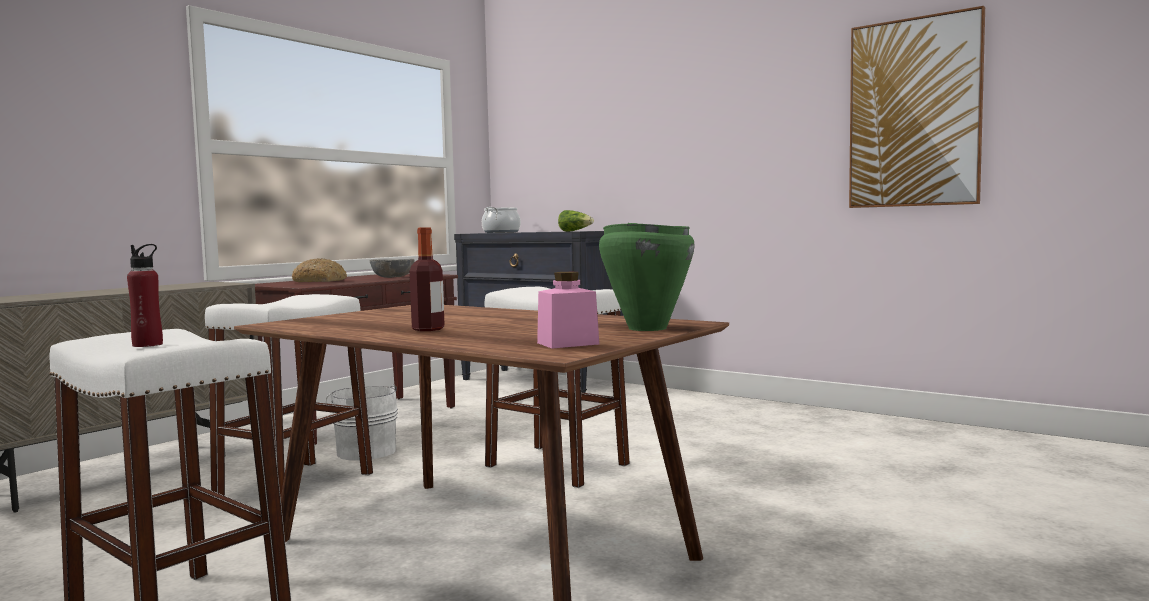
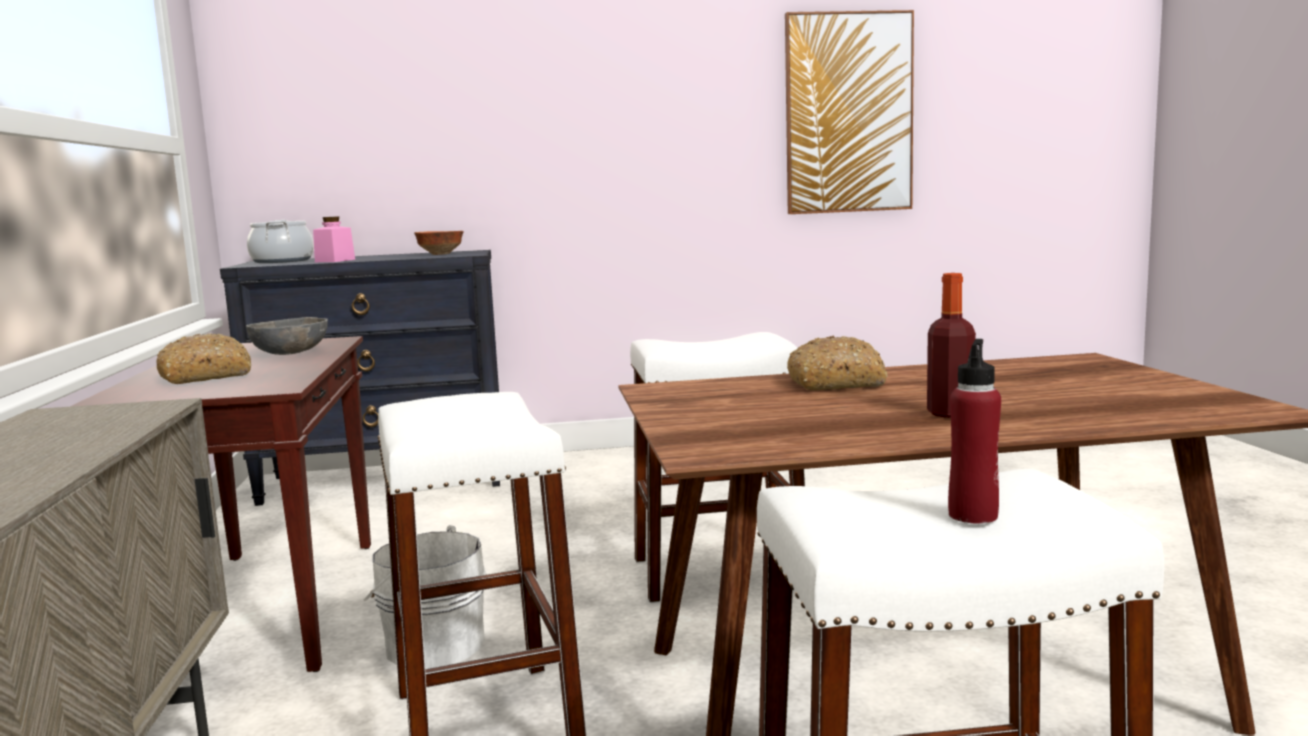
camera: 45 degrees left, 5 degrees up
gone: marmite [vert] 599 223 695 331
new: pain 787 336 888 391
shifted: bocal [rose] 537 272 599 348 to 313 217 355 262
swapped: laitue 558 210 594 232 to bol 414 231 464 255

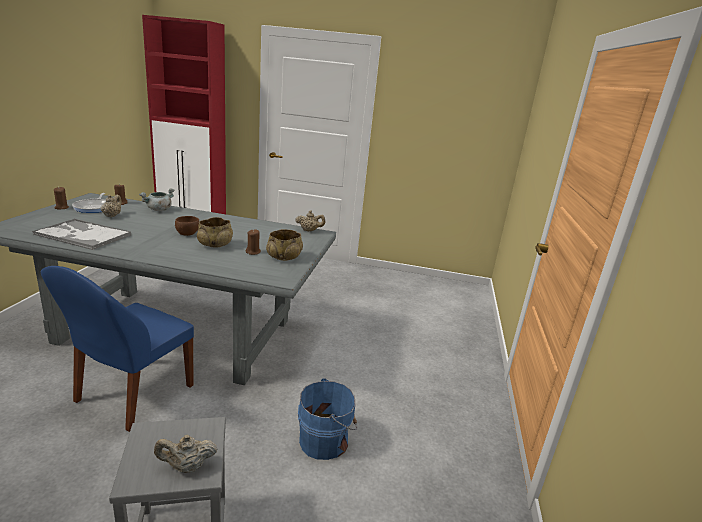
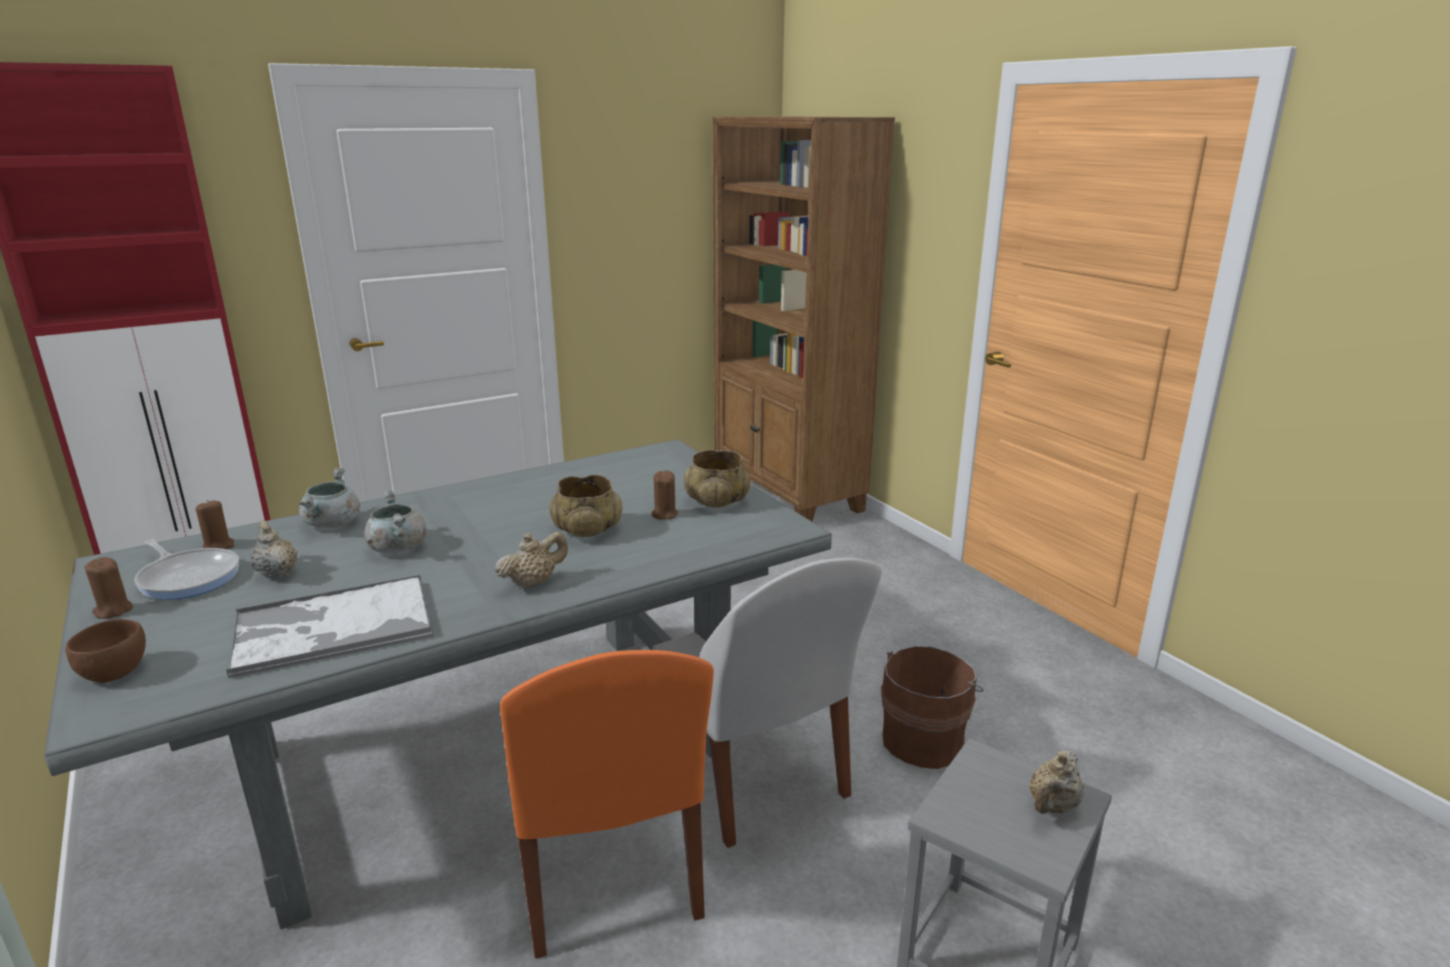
camera: 40 degrees left, 0 degrees up
new: marmite [gris] 364 491 427 554; chaise [blanc] 652 558 882 848; bibliothèque [marron] 713 116 895 522
shifted: bol [marron] 175 216 199 236 to 65 619 146 683; théière [beige] 295 211 325 231 to 495 532 568 589
repainted: chaise [bleu] 41 266 194 432 to chaise [orange] 500 650 714 959; seau [bleu] 298 378 357 460 to seau [marron] 881 646 984 769

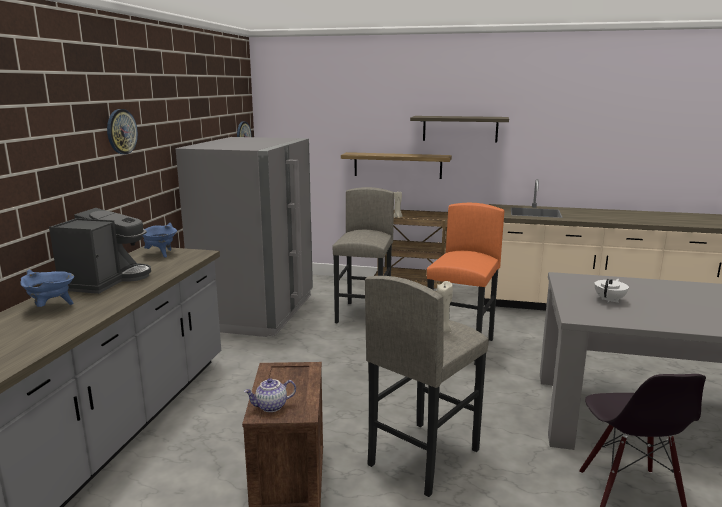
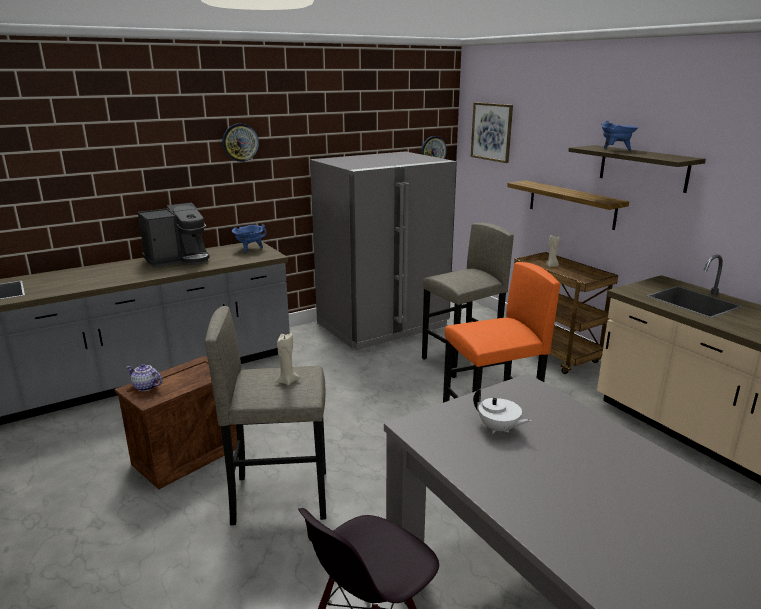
camera: 45 degrees right, 5 degrees up
new: tableau 471 102 513 163
shifted: marmite [bleu] 20 270 74 307 to 601 120 638 151
rotated: théière [blanc] 594 279 629 303 = 473 389 532 434 45 degrees clockwise

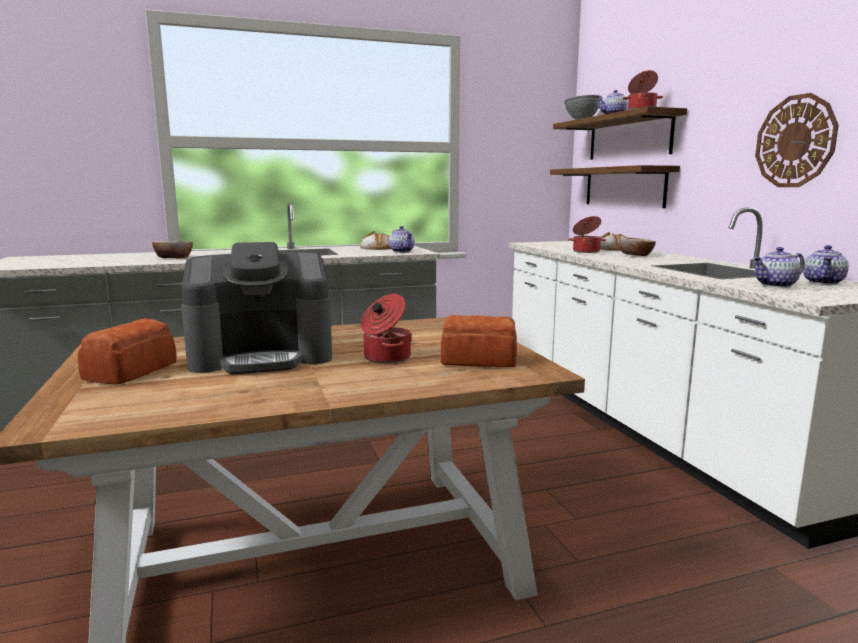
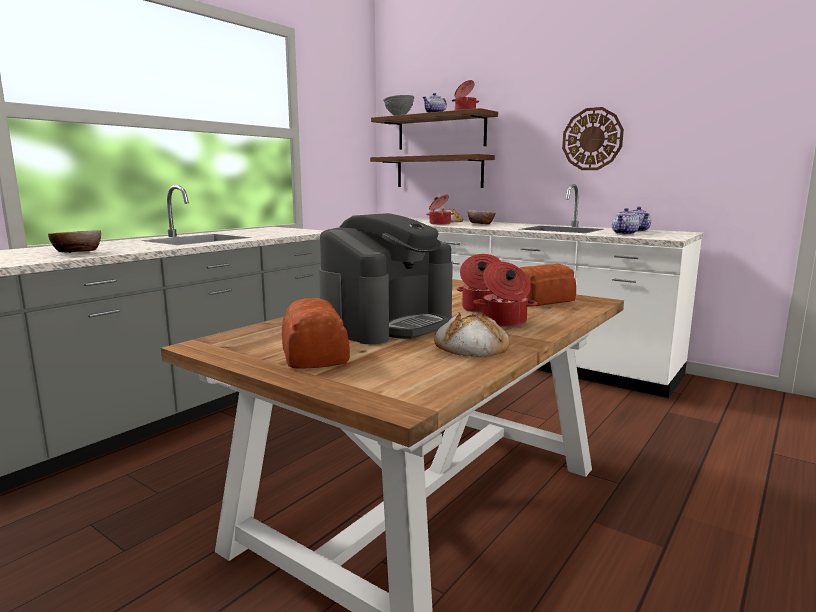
camera: 35 degrees left, 0 degrees up
gone: théière 389 226 415 253
new: marmite 473 261 537 327
shifted: pain 360 231 391 250 to 434 312 510 357

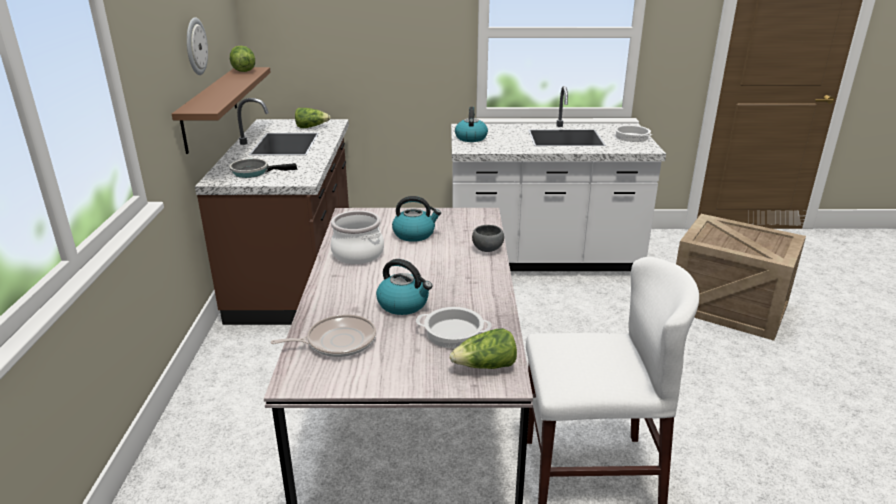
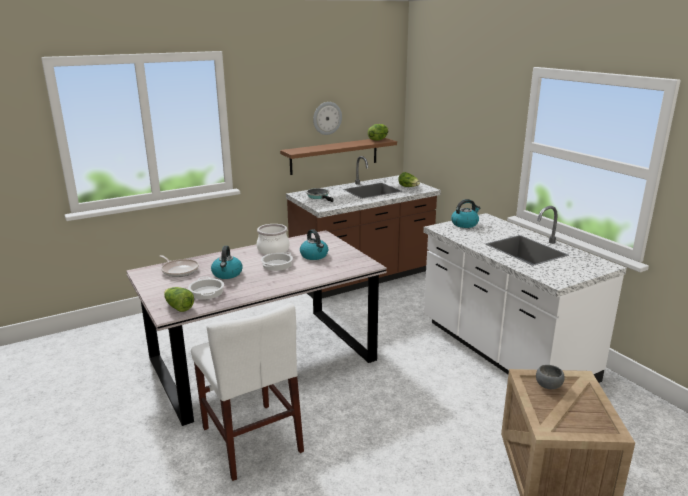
camera: 60 degrees right, 5 degrees down
shifted: bol [gris] 472 225 504 252 to 536 365 565 389; marmite 614 124 652 142 to 261 252 293 271

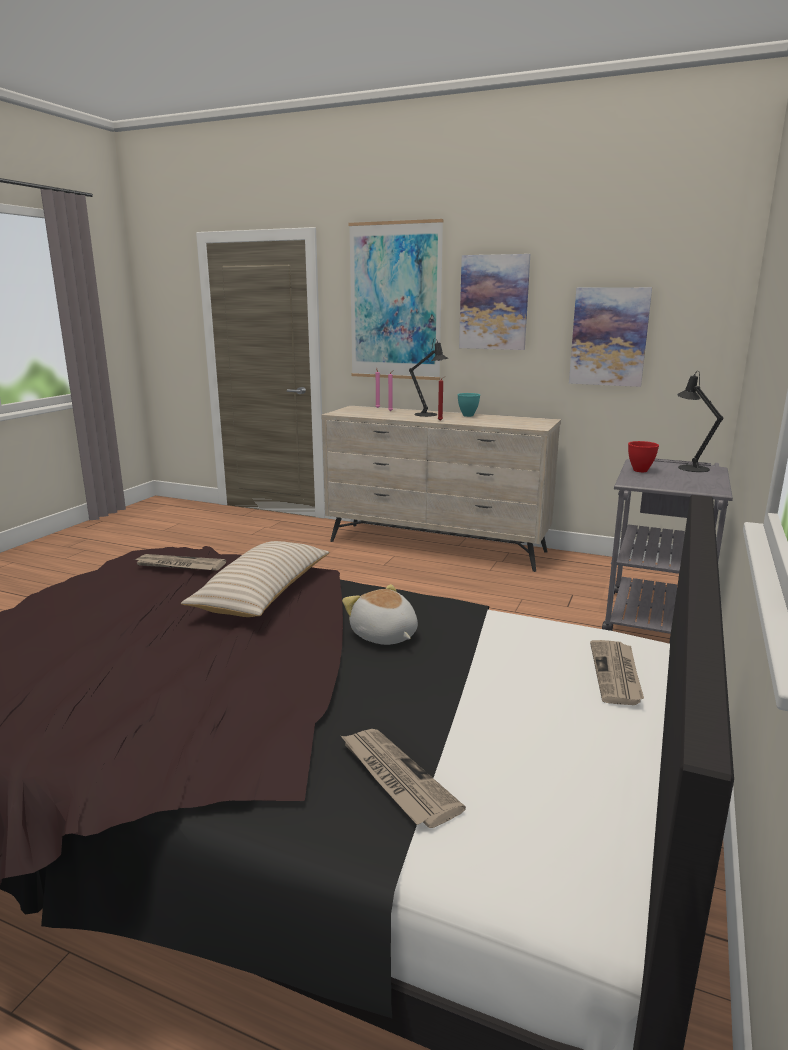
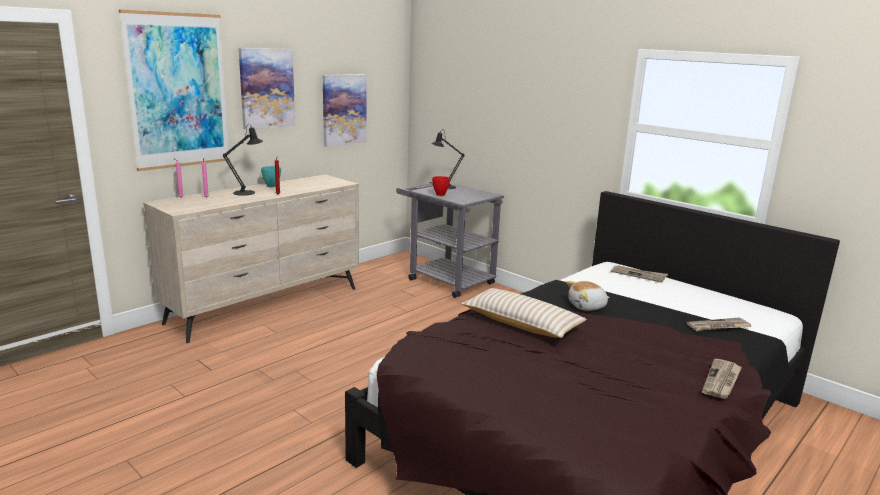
camera: 70 degrees left, 0 degrees up
shifted: journal 133 554 226 571 to 702 359 742 399

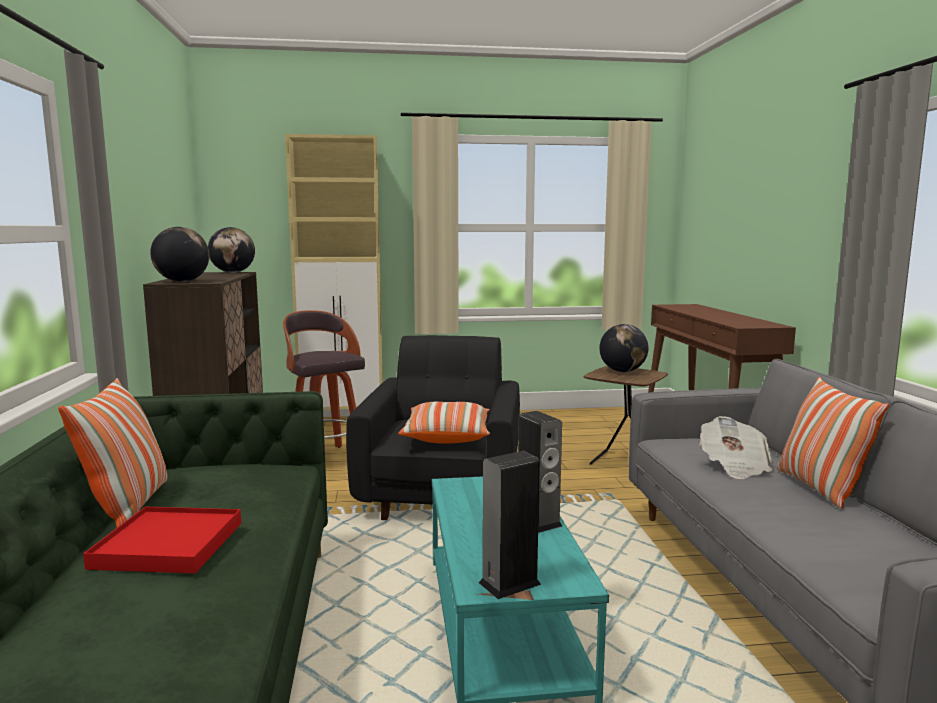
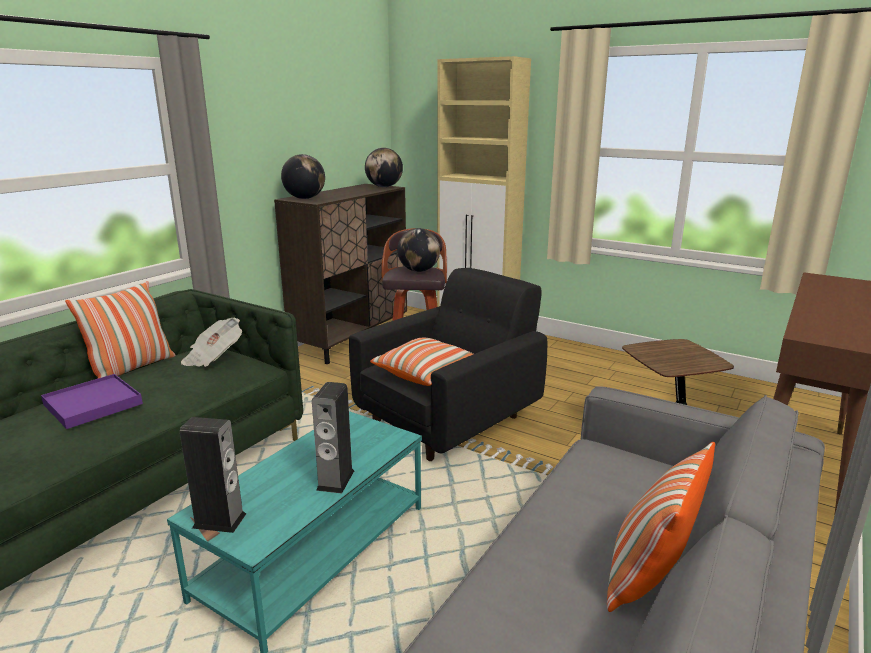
camera: 40 degrees right, 10 degrees up
shifted: globe 599 324 648 372 to 397 228 440 272; journal 699 416 772 479 to 181 318 242 367
repainted: plateau [rouge] 83 507 241 573 to plateau [violet] 41 374 143 429

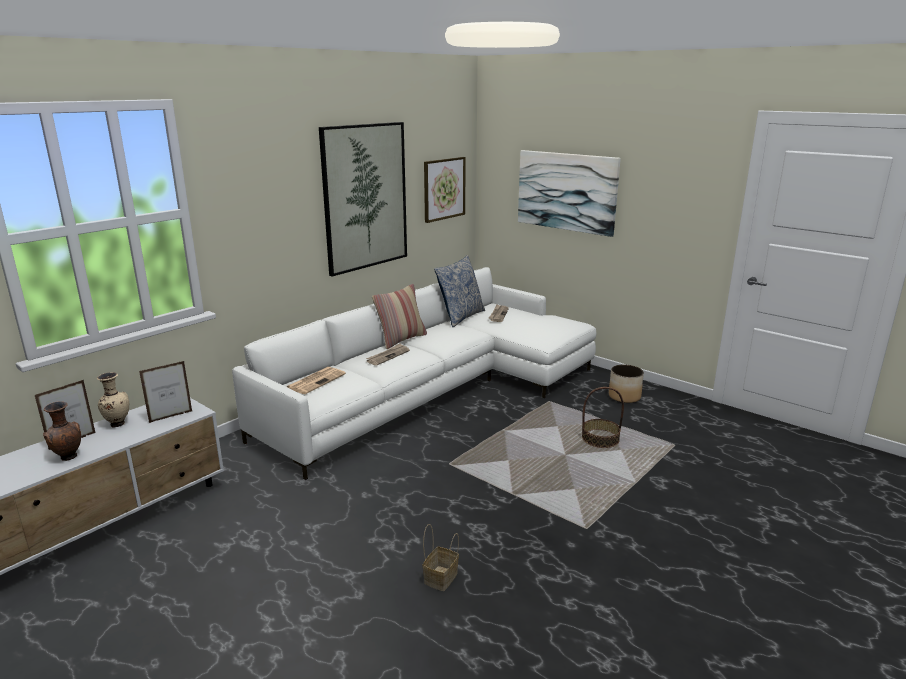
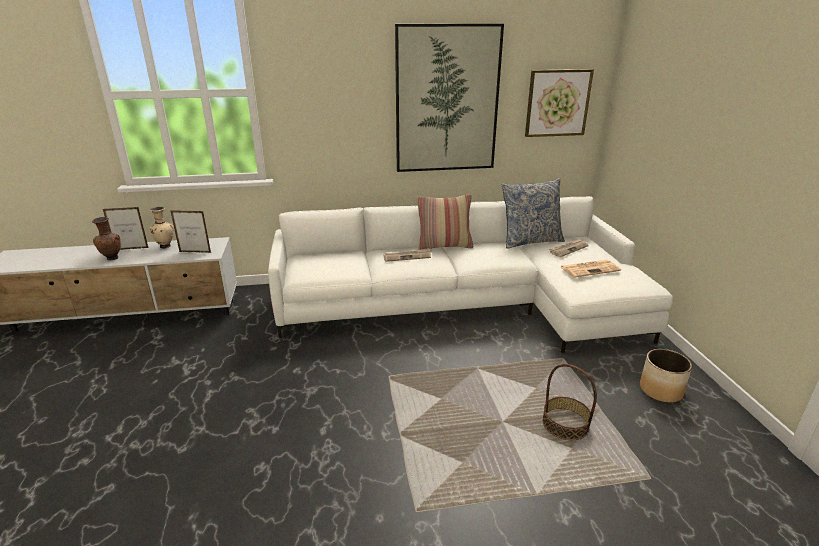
camera: 40 degrees right, 5 degrees up
gone: panier 423 524 459 591; tableau 518 150 621 237
shifted: journal 287 367 346 394 to 561 260 621 278

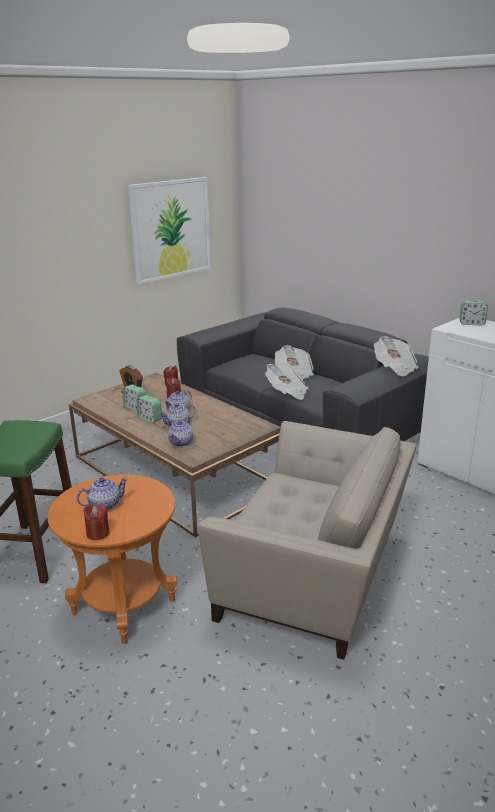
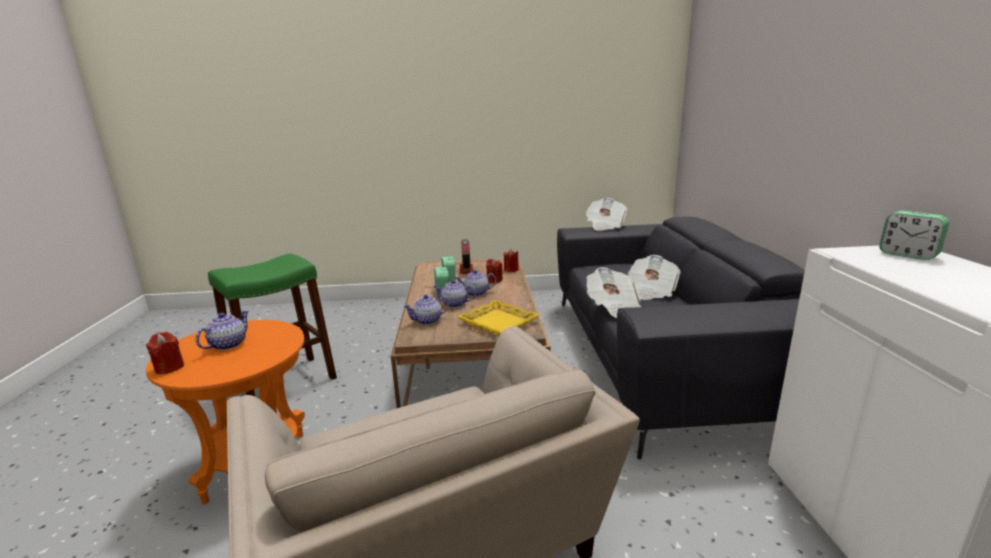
camera: 40 degrees right, 5 degrees down
gone: tableau 128 177 211 284
new: plateau [jaune] 457 300 539 336
shifted: journal 374 336 419 377 to 585 198 628 231
rotated: théière 77 477 129 510 = 196 310 249 350 75 degrees counterclockwise

